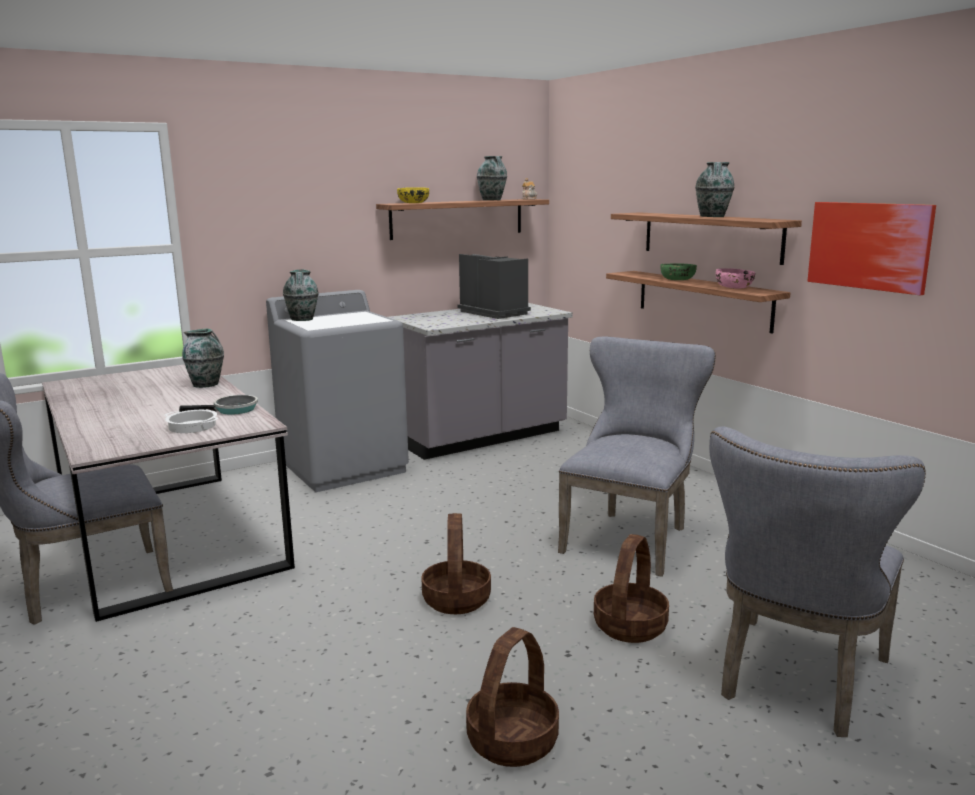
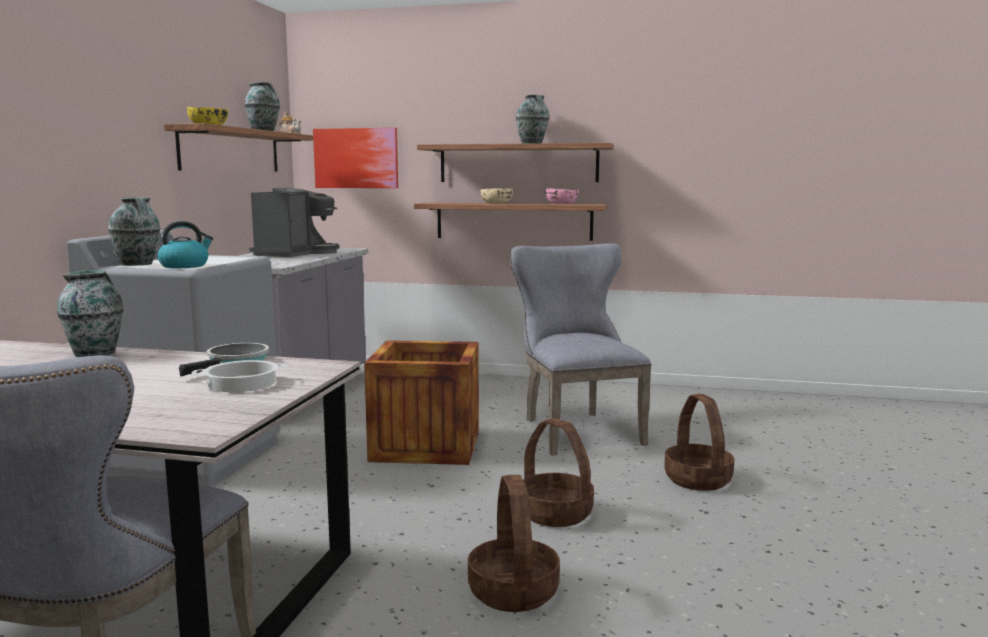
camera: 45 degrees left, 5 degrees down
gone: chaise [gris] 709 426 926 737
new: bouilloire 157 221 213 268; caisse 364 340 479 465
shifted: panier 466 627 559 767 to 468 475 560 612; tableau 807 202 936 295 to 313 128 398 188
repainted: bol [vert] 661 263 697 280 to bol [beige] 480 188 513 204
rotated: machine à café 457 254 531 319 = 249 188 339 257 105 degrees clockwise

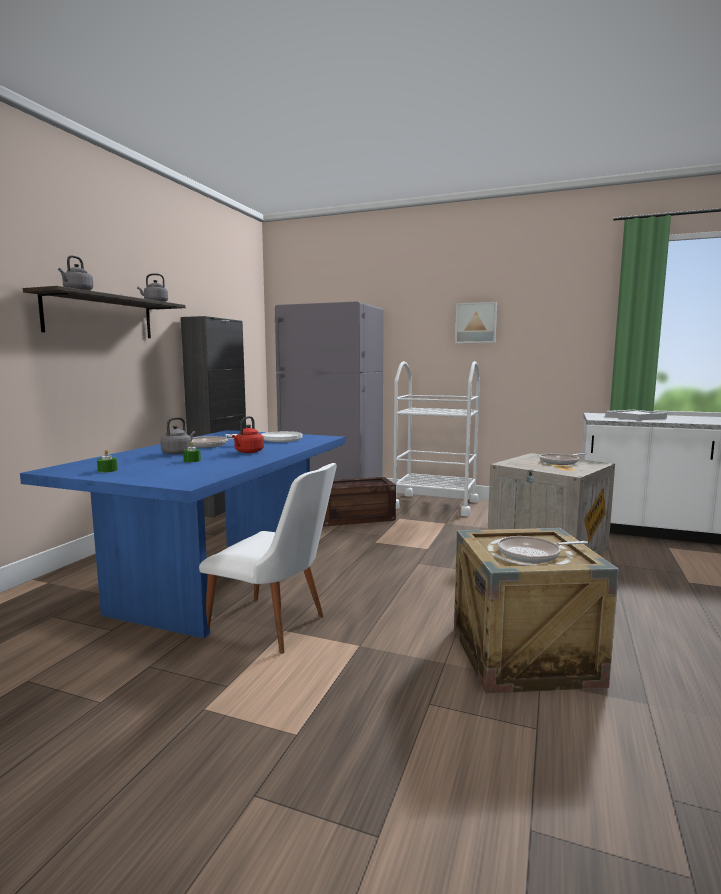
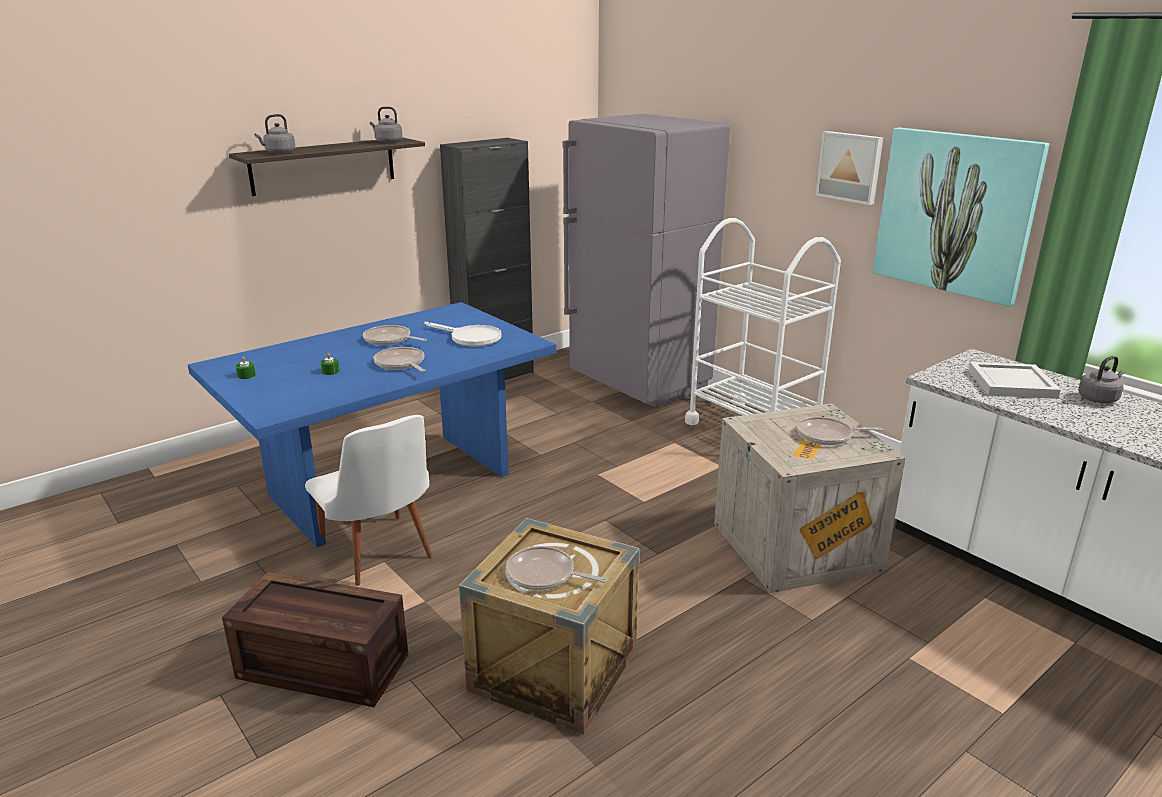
camera: 30 degrees right, 15 degrees up
new: tableau 873 127 1050 306
shifted: bouilloire [gris] 160 417 195 455 to 1078 356 1124 403; caisse 323 477 396 527 to 222 572 409 707
swapped: bouilloire [rouge] 232 416 264 453 to poêle 374 347 425 372

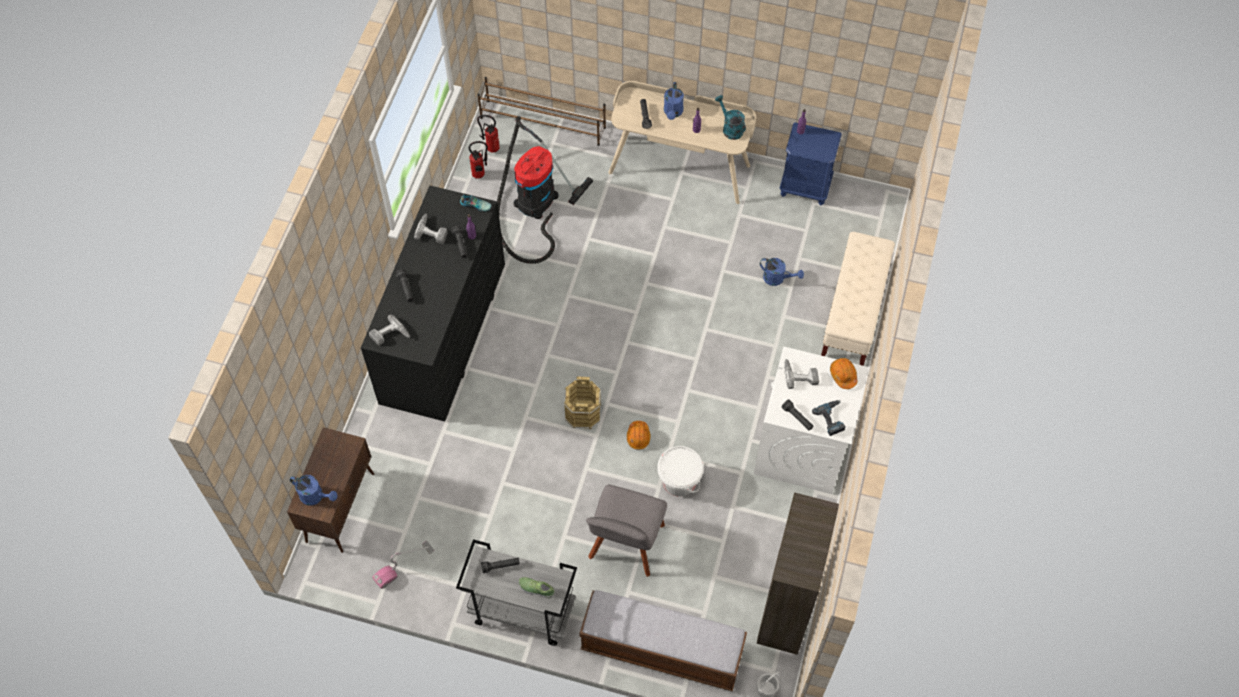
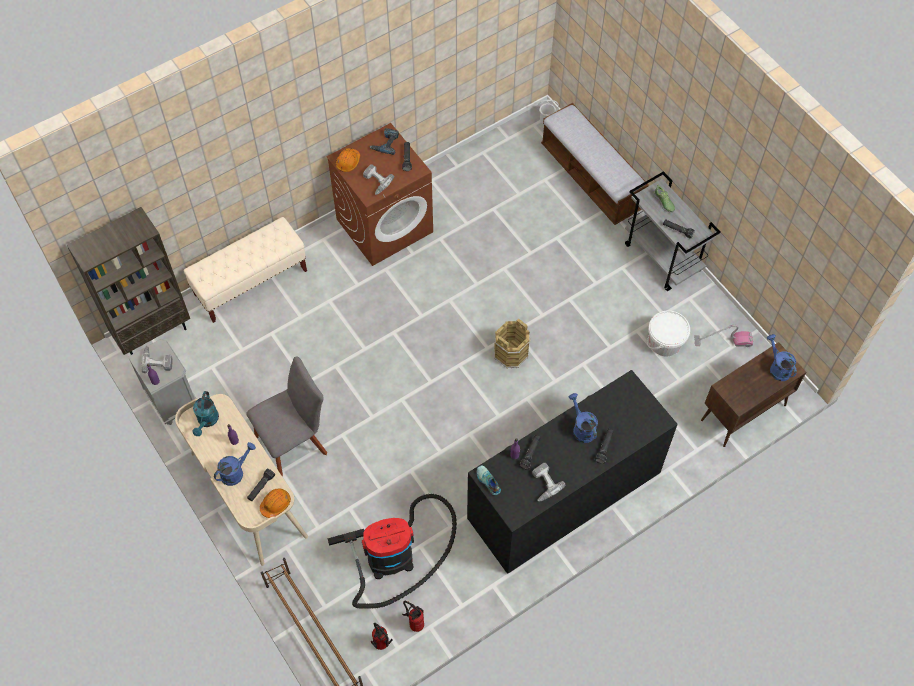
camera: 140 degrees left, 0 degrees up
shifted: perceuse 369 315 410 345 to 141 346 173 373; chaise [gris] 586 485 667 577 to 246 356 327 476; casque de chantier [orange] 627 421 650 450 to 260 489 291 518; seau [blanc] 657 446 704 497 to 647 311 690 357; bibliothèque [marron] 757 493 839 654 to 67 207 190 355; arrosoir [bleu] 760 258 804 286 to 568 393 598 443
repainted: lave-linge [blanc] 754 347 868 494 to lave-linge [marron] 326 123 433 266; table de chevet [bleu] 779 122 842 206 to table de chevet [gris] 128 339 197 425

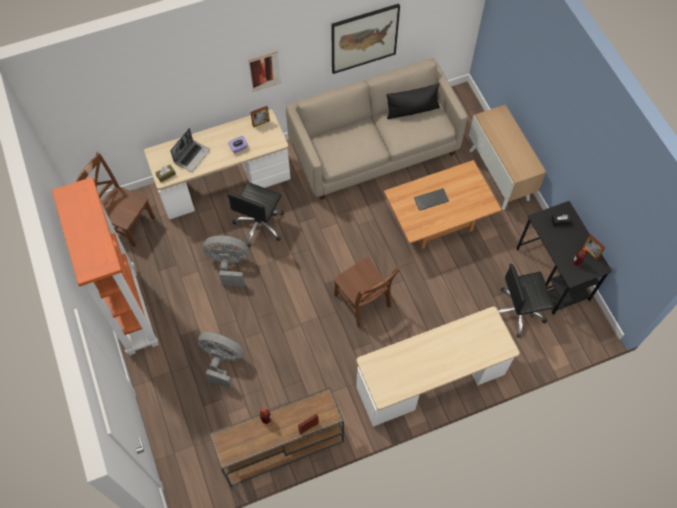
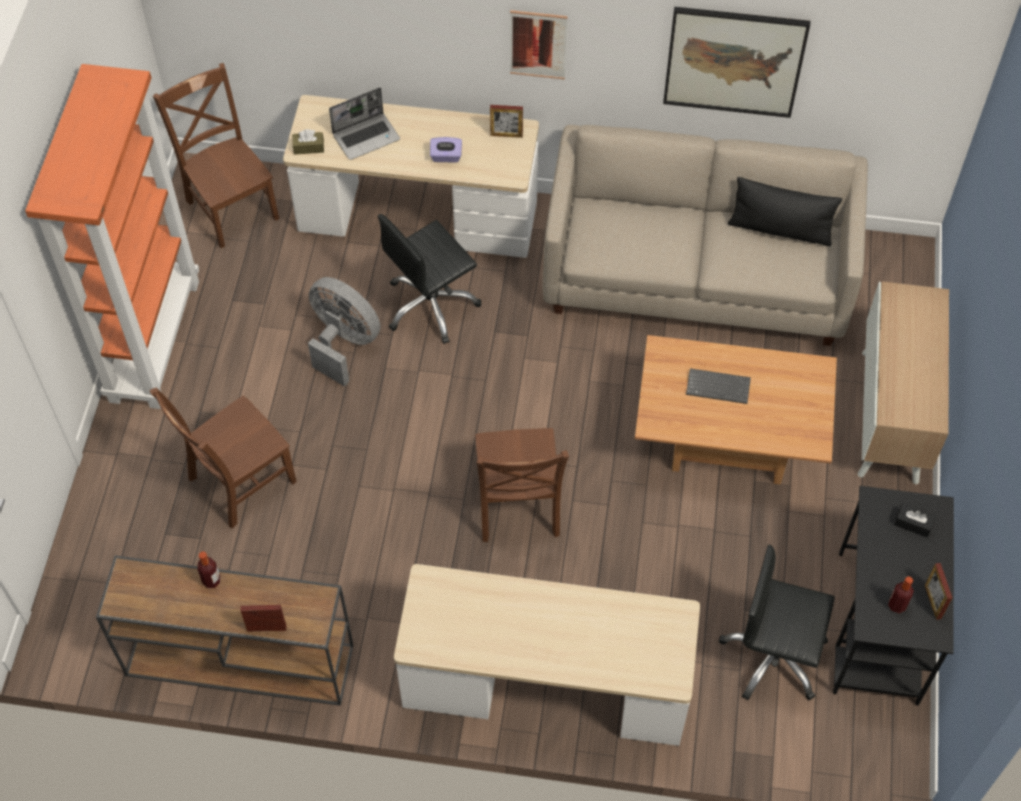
camera: 30 degrees right, 5 degrees down
swapped: ventilateur [gris] 198 332 244 389 to chaise [marron] 150 387 297 529

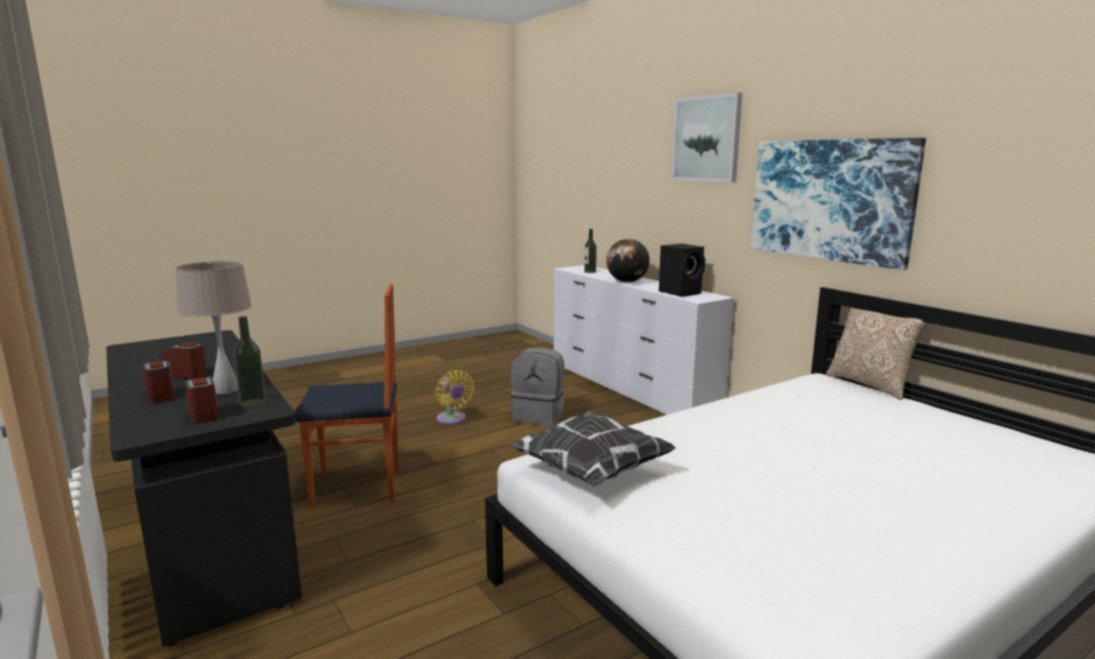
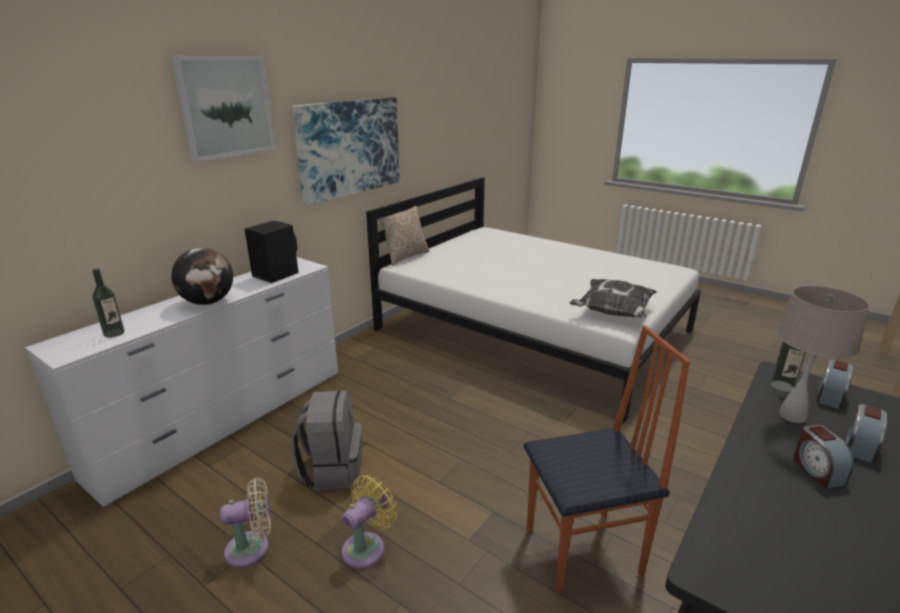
camera: 110 degrees left, 10 degrees up
new: ventilateur [beige] 220 478 271 568
rotated: chaise 294 284 399 508 = 524 325 690 594 105 degrees clockwise

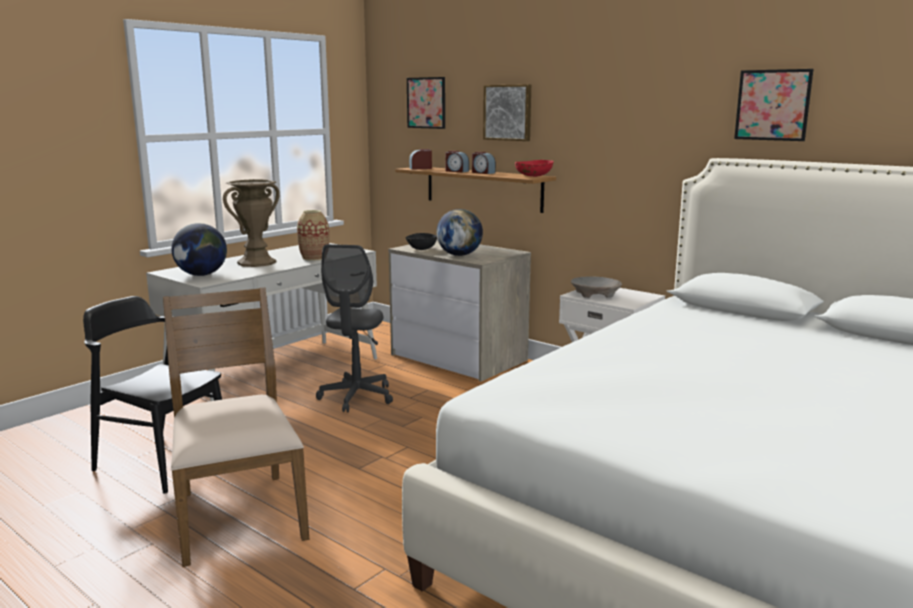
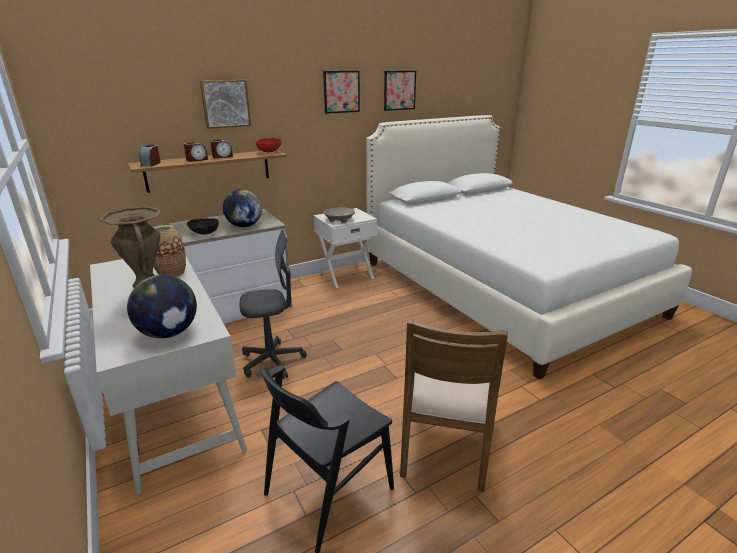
camera: 70 degrees left, 10 degrees up
shifted: tableau 407 77 445 129 to 323 71 360 114
rotated: chaise [marron] 163 288 309 567 = 400 319 508 492 75 degrees counterclockwise; chaise de bureau [gris] 316 244 393 413 = 239 229 307 379 45 degrees counterclockwise

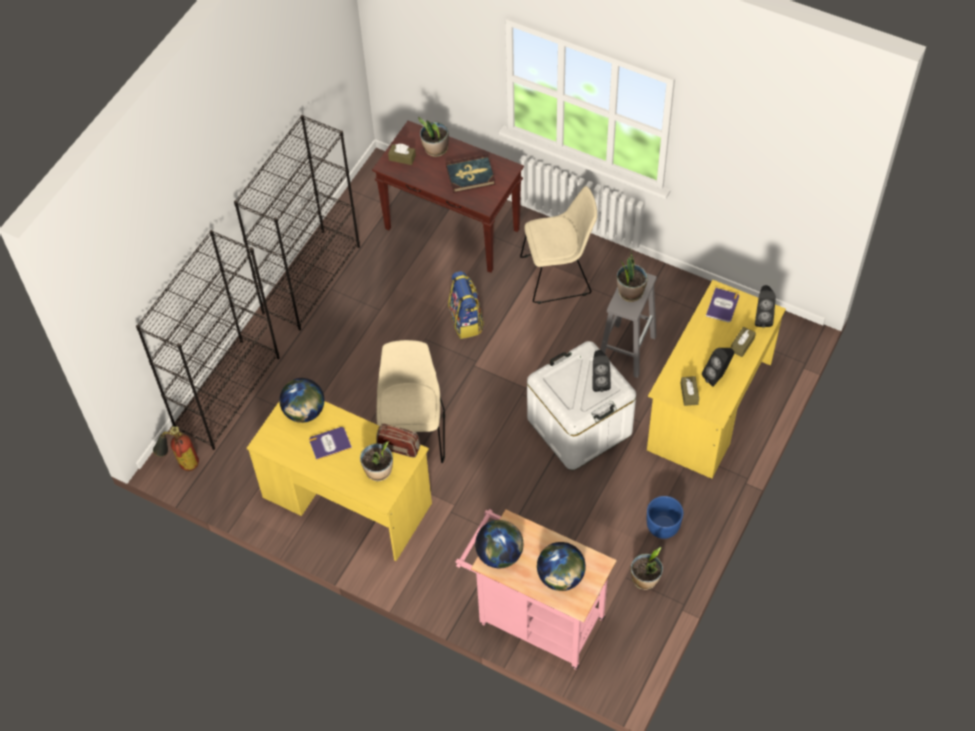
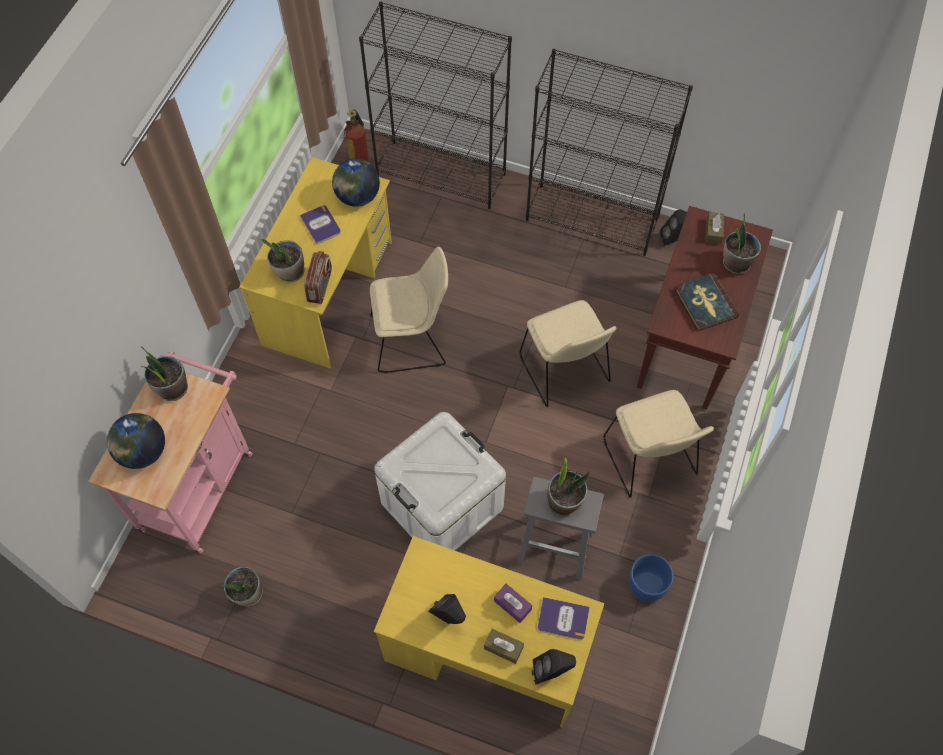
camera: 80 degrees right, 5 degrees up
gone: boîte à mouchoirs [marron] 680 376 699 406
new: boîte à mouchoirs [violet] 494 584 532 623
shifted: enceinte [noir] 593 350 611 392 to 660 209 687 246; cache-pot [bleu] 647 496 683 539 to 629 554 674 602
swapped: sac à dos 448 271 484 339 to chaise [beige] 520 300 617 407; globe 475 520 523 568 to plante en pot 141 346 188 401

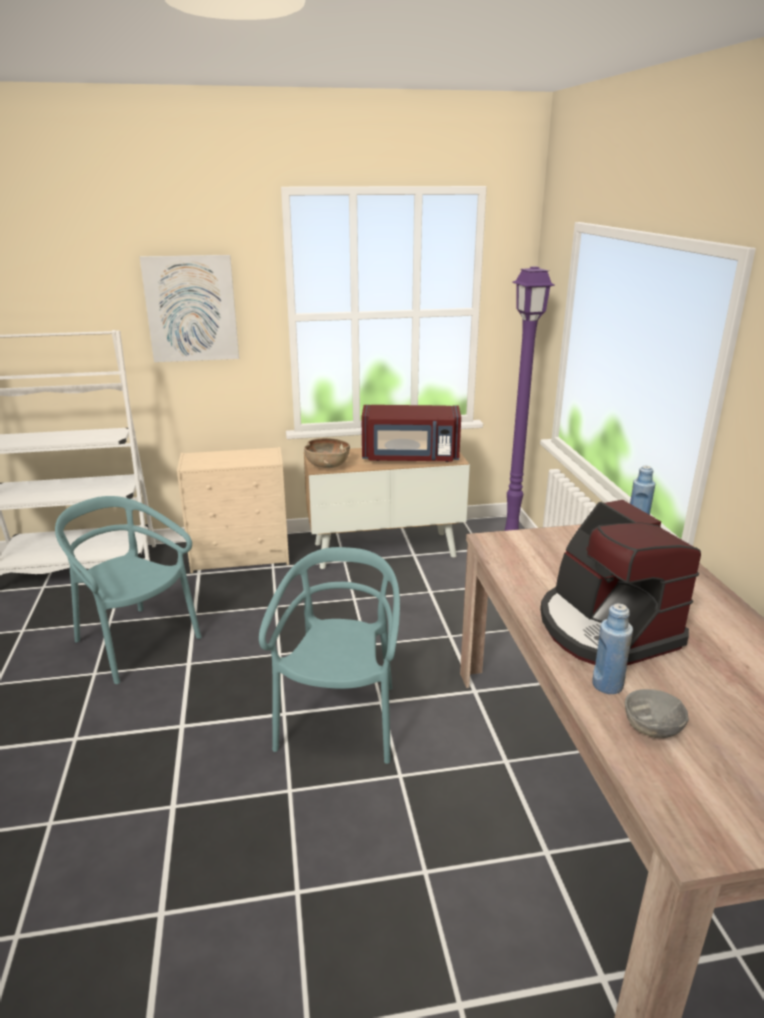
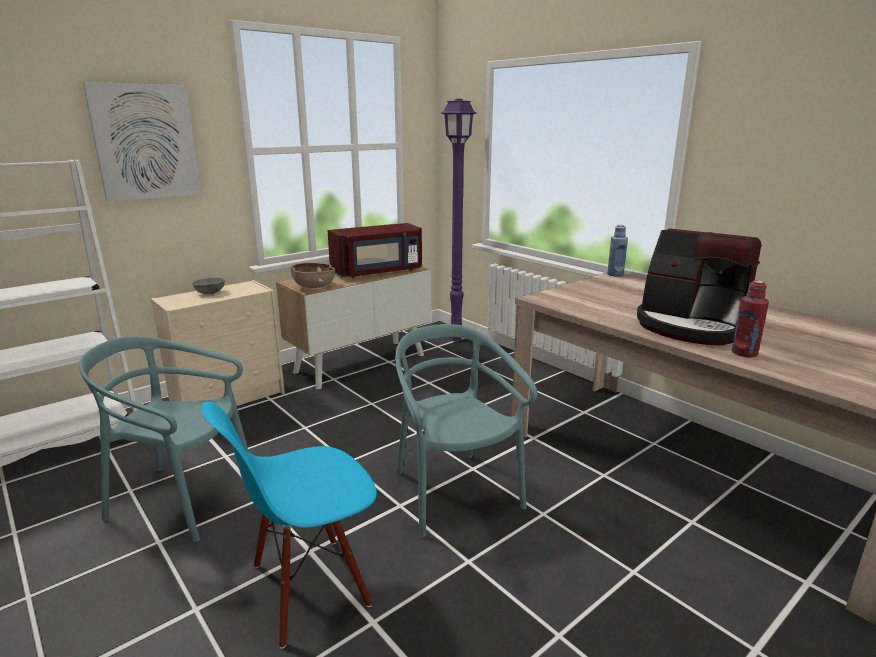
camera: 30 degrees left, 5 degrees down
new: chaise [bleu] 201 402 377 649
shifted: bol [gris] 625 689 689 738 to 193 277 225 294
repainted: bouteille [bleu] 592 603 633 694 to bouteille [rouge] 732 280 769 358

